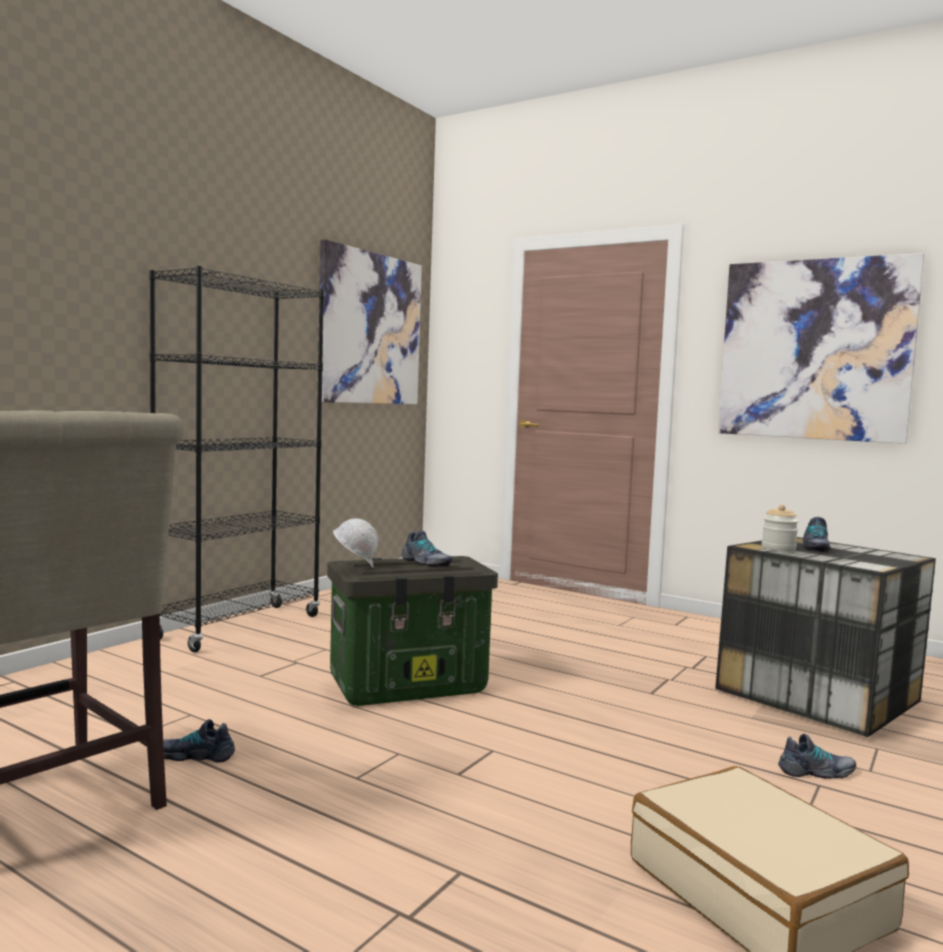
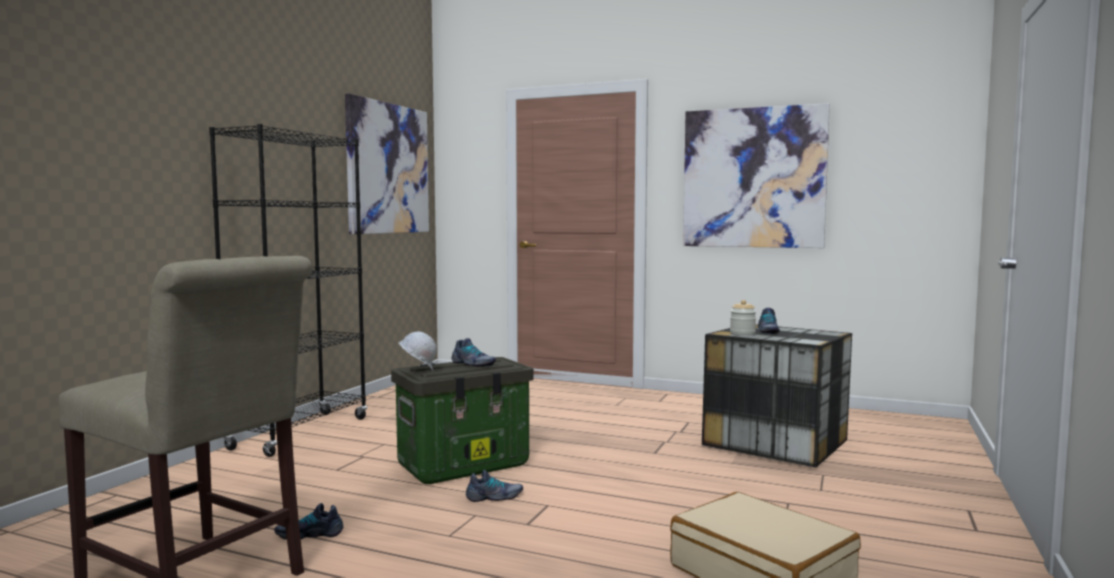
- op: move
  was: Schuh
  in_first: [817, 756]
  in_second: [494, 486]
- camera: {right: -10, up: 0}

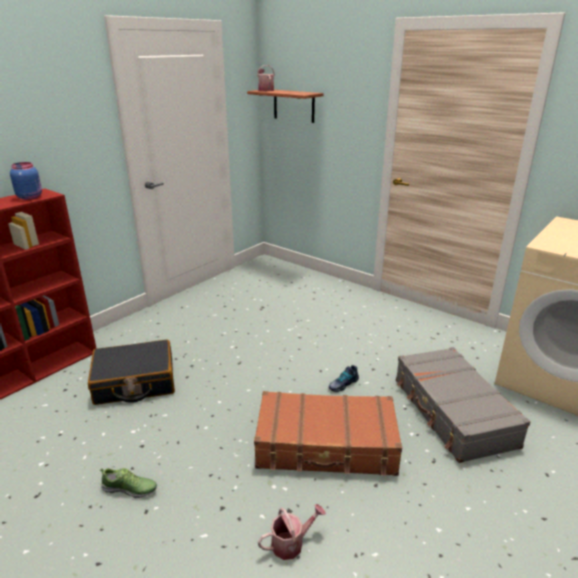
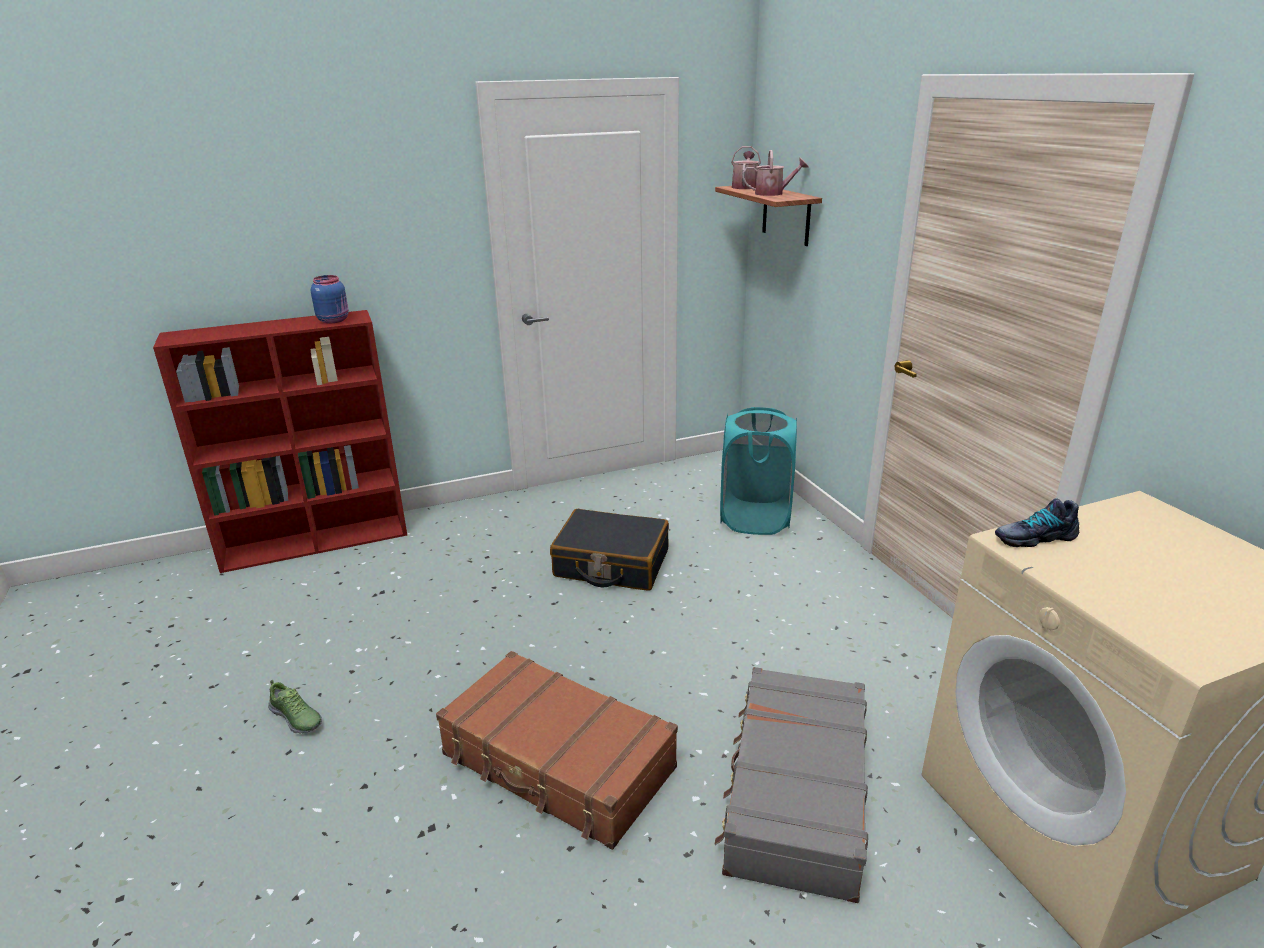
- op: move
  was: Koffer/schwarz
  in_first: [131, 372]
  in_second: [609, 550]
- op: move
  was: Schuh
  in_first: [344, 378]
  in_second: [1037, 522]
- op: move
  was: Gießkanne
  in_first: [292, 532]
  in_second: [775, 173]
- op: insert
  now: Wäschekorb/türkis
  in_second: [758, 471]
- camera: {right: 30, up: 0}

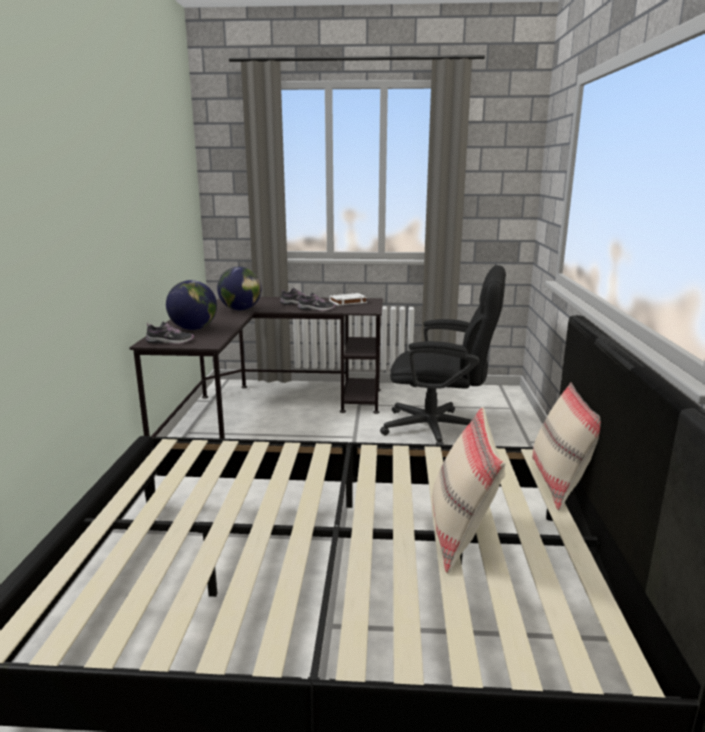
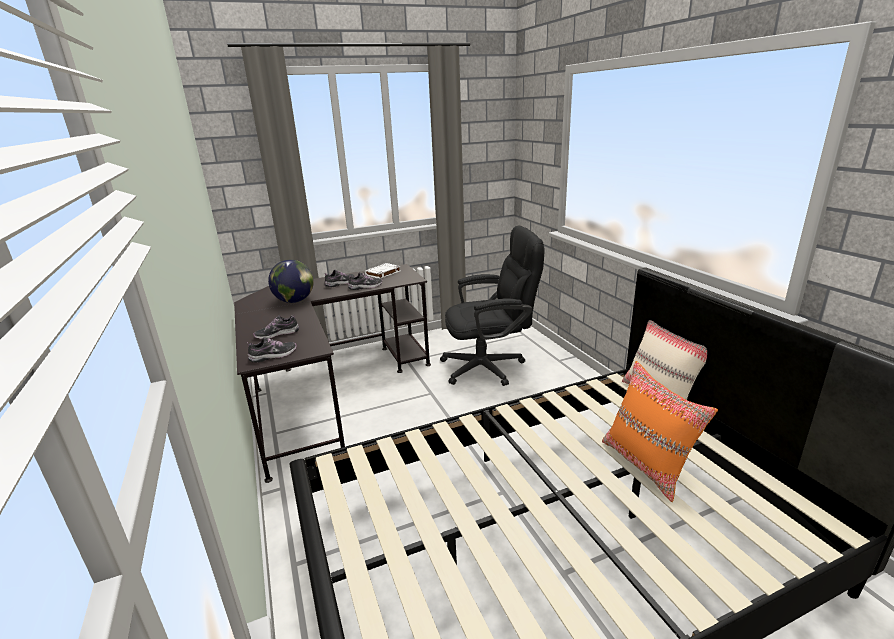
- op: replace
  was: Globus
  now: Schuh
  in_first: [191, 305]
  in_second: [276, 327]
- op: recolor
  was: Kissen/beige
  now: Kissen/orange
  in_first: [469, 490]
  in_second: [660, 431]
- camera: {right: -25, up: 5}

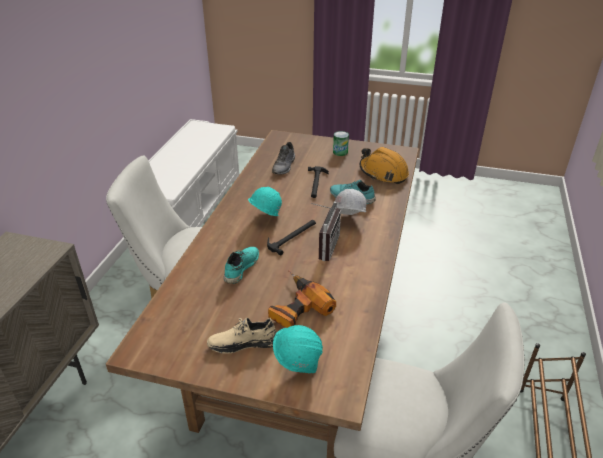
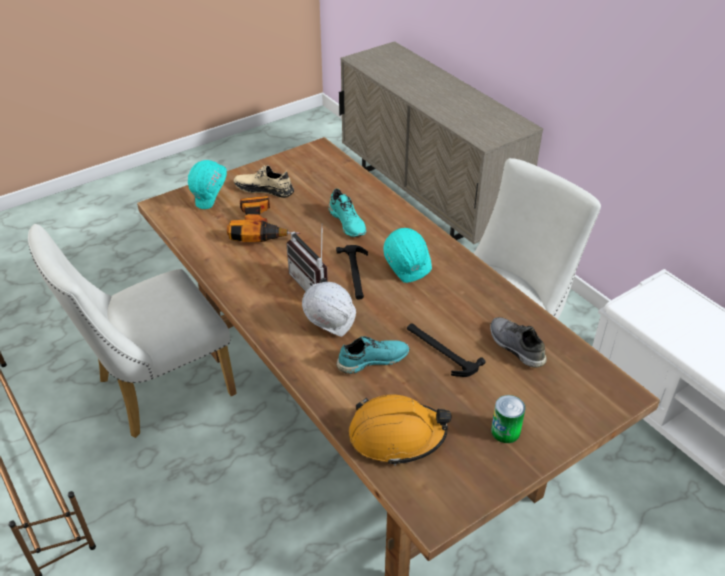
- op: rotate
  was: Schuh/beige
  in_first: [242, 335]
  in_second: [264, 181]
  clockwise: -105
- camera: {right: 130, up: 5}

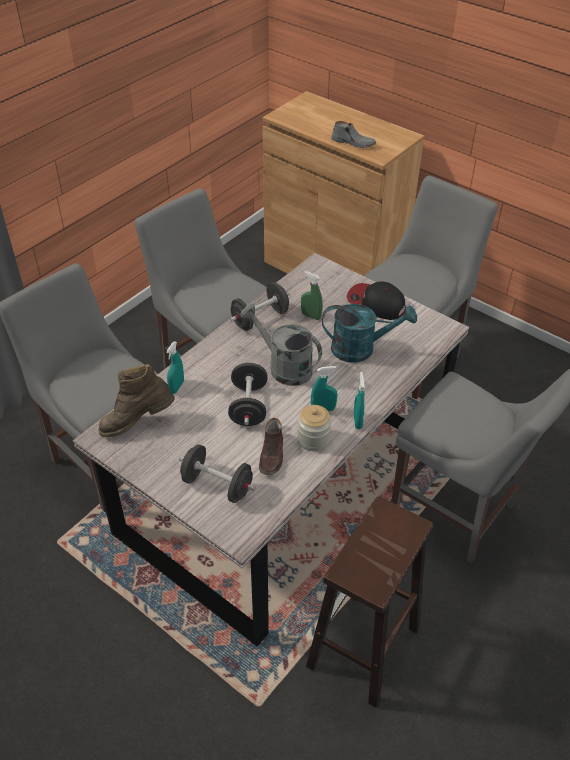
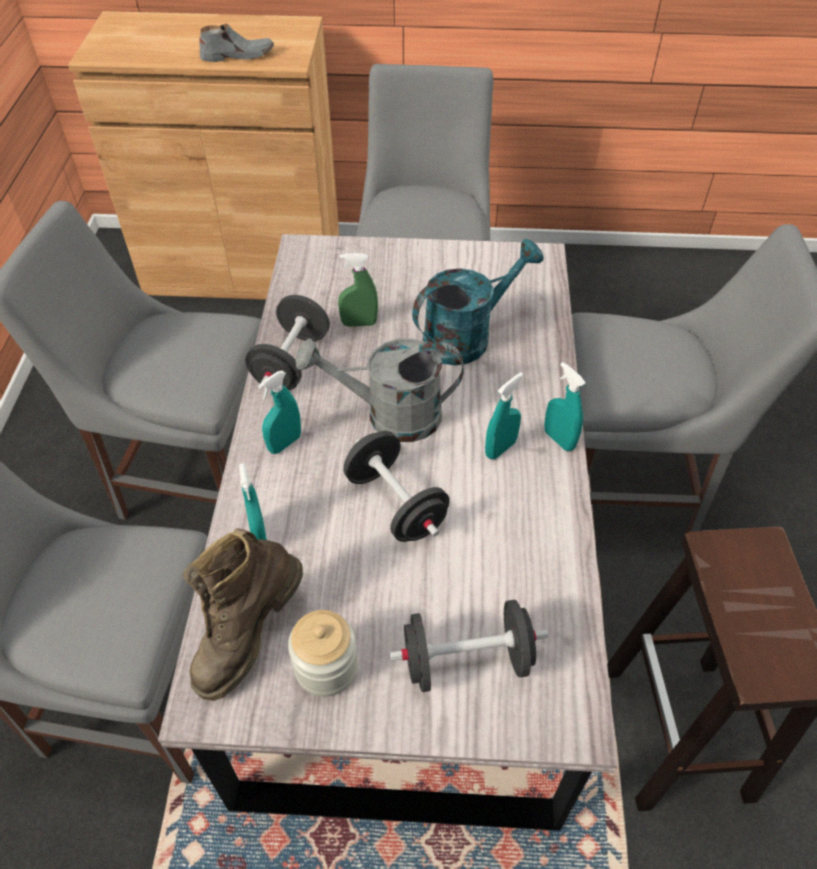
- op: delete
  was: Kappe
  in_first: [376, 300]
- op: move
  was: Vorratsglas
  in_first: [314, 428]
  in_second: [323, 653]
- op: delete
  was: Schuh/braun
  in_first: [271, 446]
- op: insert
  now: Sprühflasche/türkis
  in_second: [279, 412]
- camera: {right: -35, up: 5}

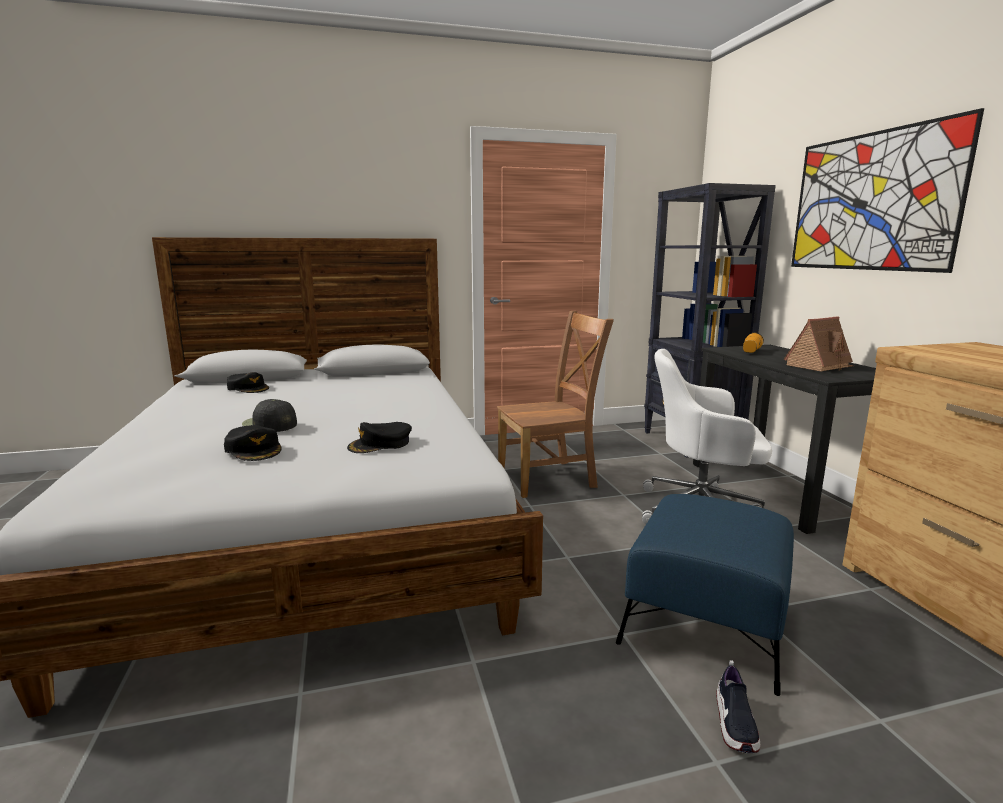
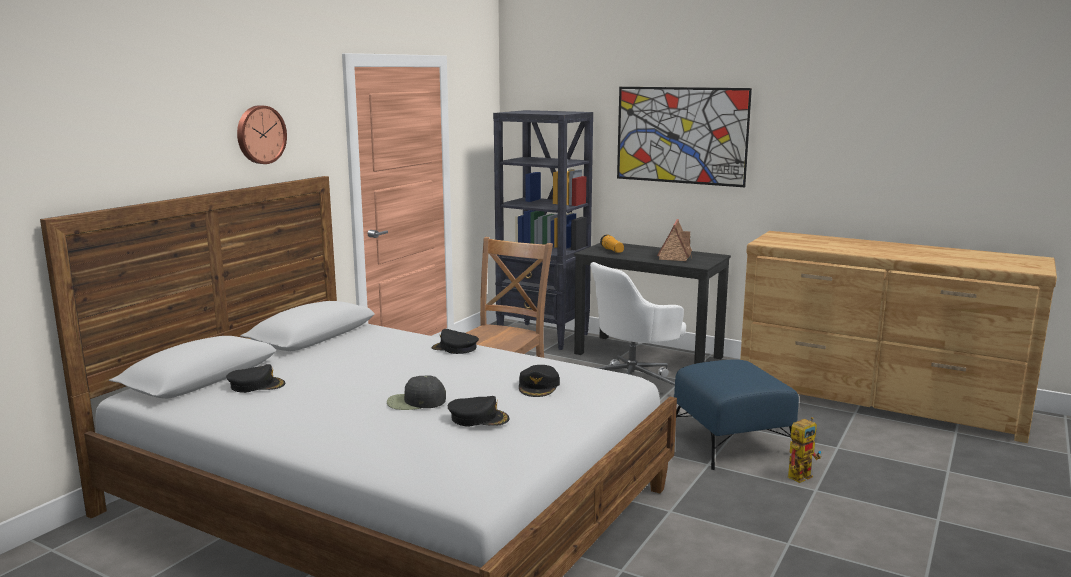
- op: replace
  was: Schuh
  now: Spielzeugroboter
  in_first: [738, 706]
  in_second: [804, 450]
- op: insert
  now: Wanduhr
  in_second: [262, 134]
- op: insert
  now: Kappe/schwarz
  in_second: [455, 341]
- camera: {right: -45, up: 0}

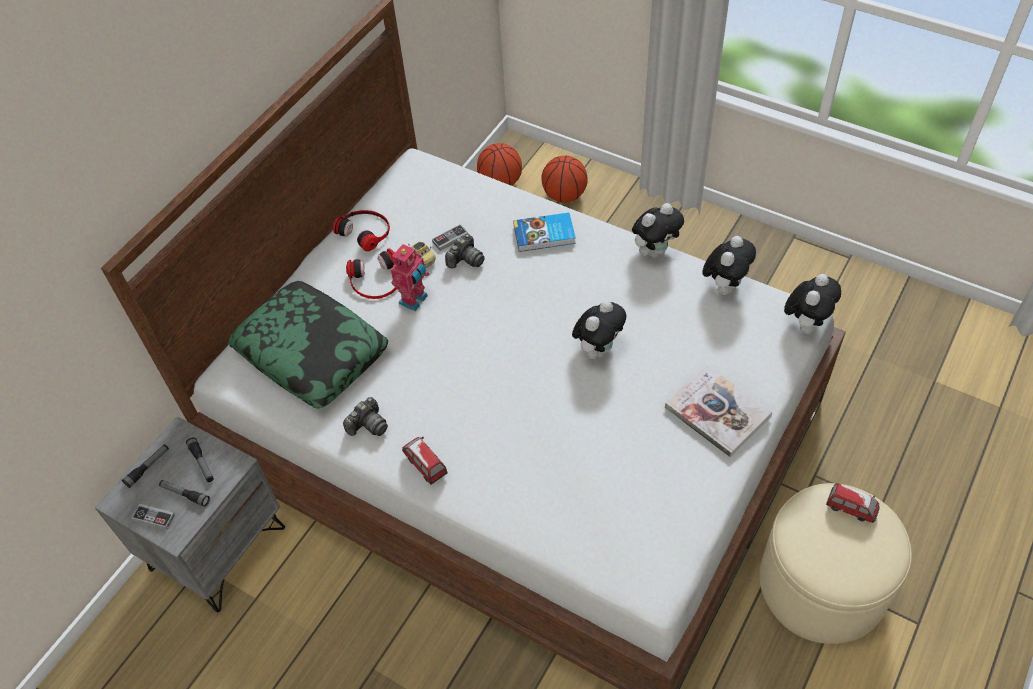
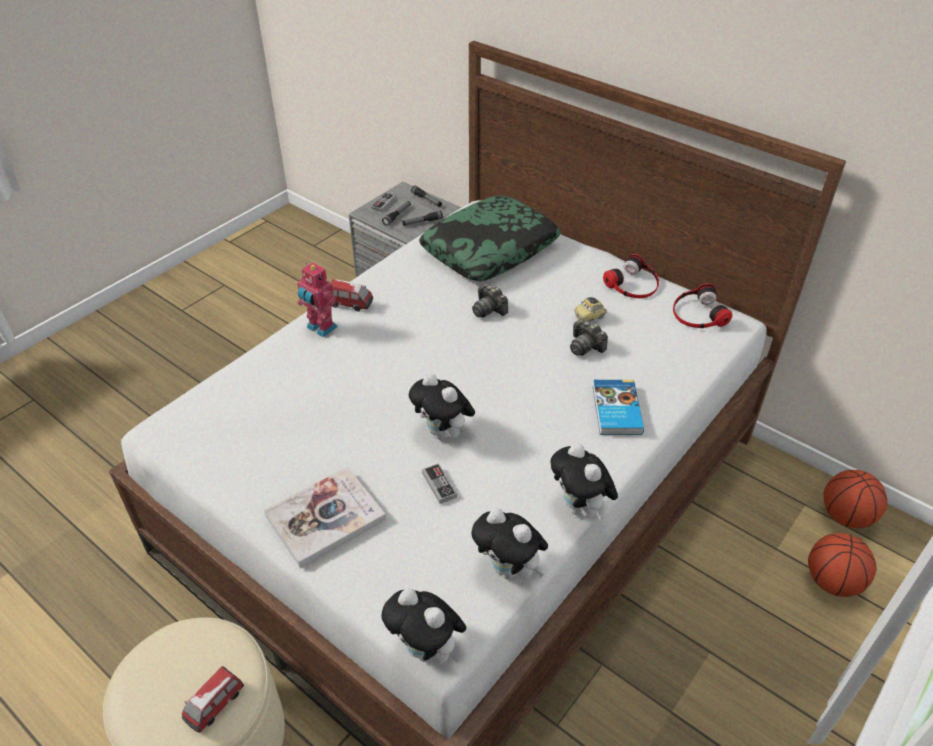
- op: move
  was: Gamepad
  in_first: [450, 237]
  in_second: [439, 483]
- op: move
  was: Spielzeugroboter
  in_first: [410, 277]
  in_second: [317, 299]
- op: move
  was: Kopfhörer
  in_first: [371, 273]
  in_second: [702, 305]
- op: move
  was: Kamera
  in_first: [365, 416]
  in_second: [490, 300]
- op: rotate
  was: Spielzeugauto
  in_first: [425, 461]
  in_second: [352, 295]
  clockwise: 45
- camera: {right: 95, up: -10}

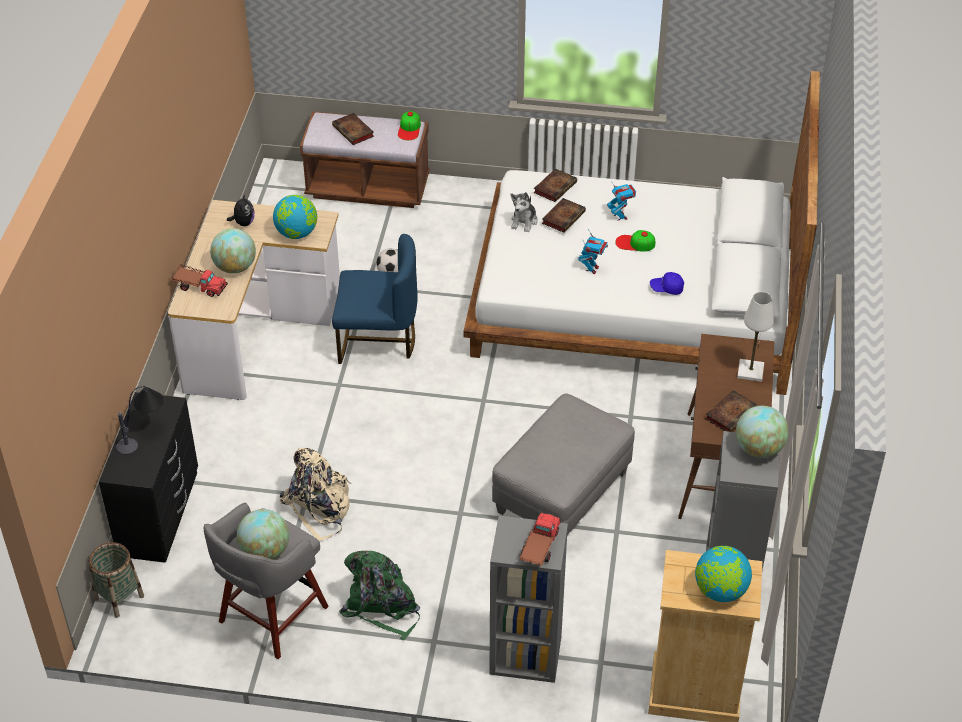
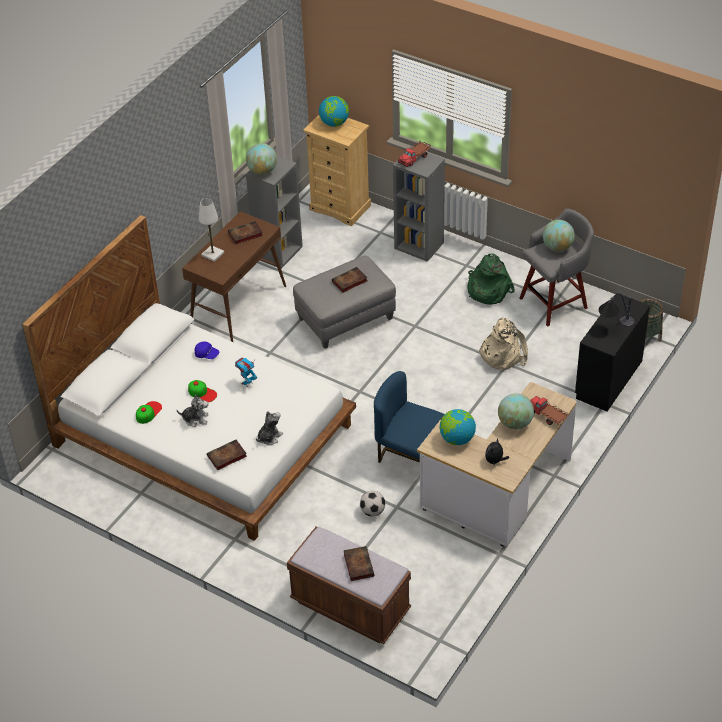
- op: move
  was: Kappe
  in_first: [409, 125]
  in_second: [149, 412]
- op: replace
  was: Spielzeugroboter
  now: Plüschtier
  in_first: [621, 201]
  in_second: [192, 410]
- op: move
  was: Buch
  in_first: [564, 215]
  in_second: [350, 280]
- camera: {right: -155, up: 0}

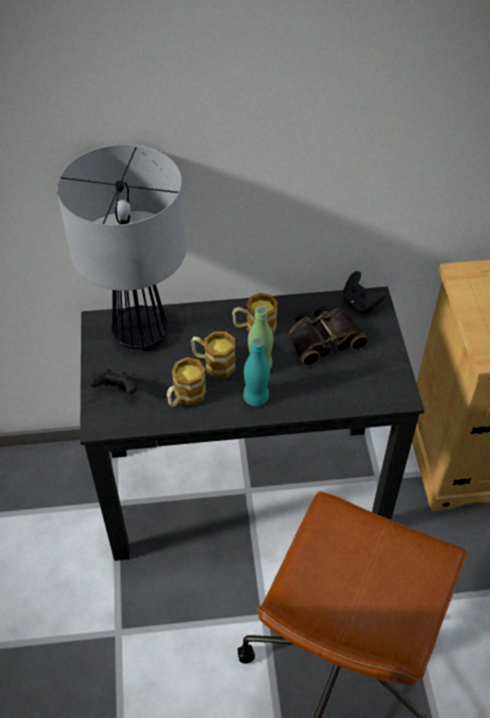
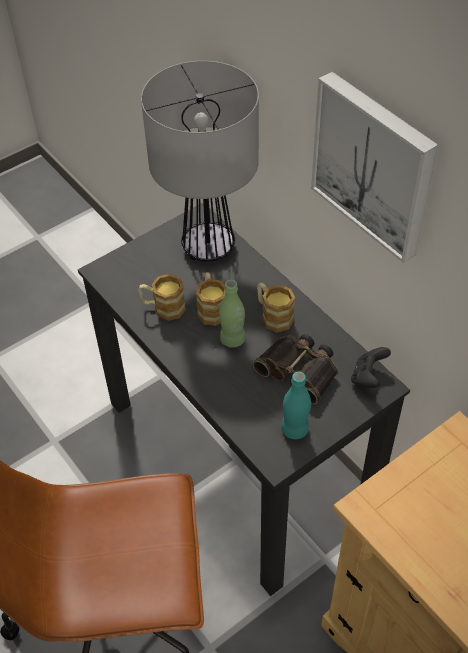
- op: move
  was: Flasche/türkis
  in_first: [256, 372]
  in_second: [296, 405]
- op: delete
  was: Gamepad/schwarz
  in_first: [113, 381]
- op: insert
  now: Bild
  in_second: [374, 167]
- camera: {right: 60, up: 0}

